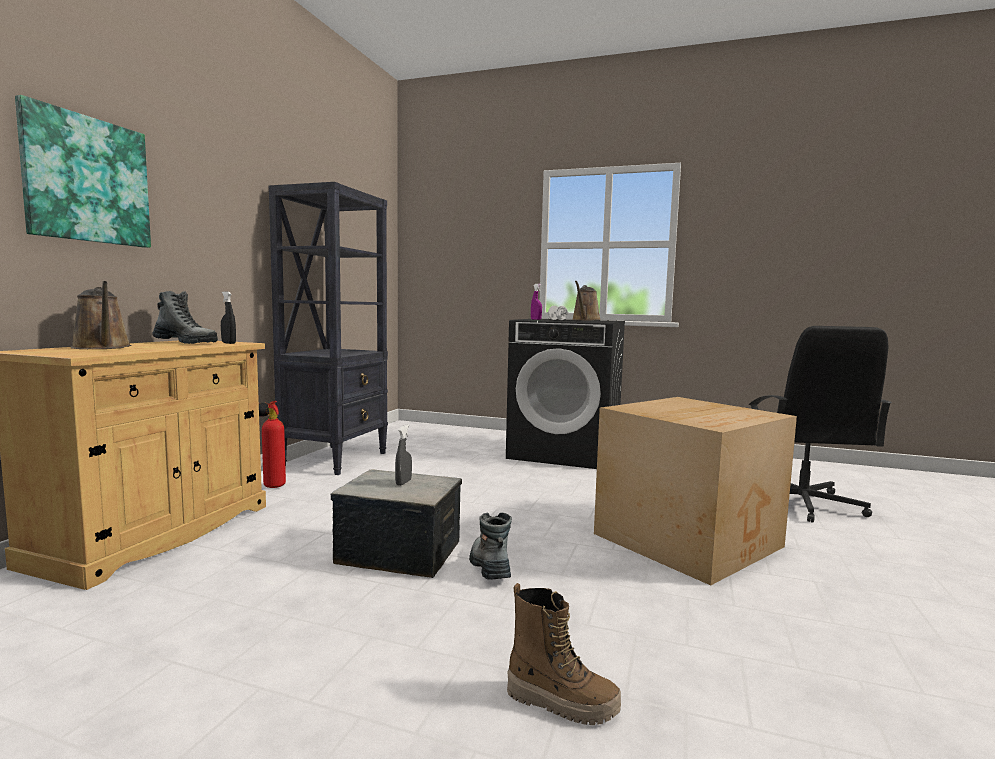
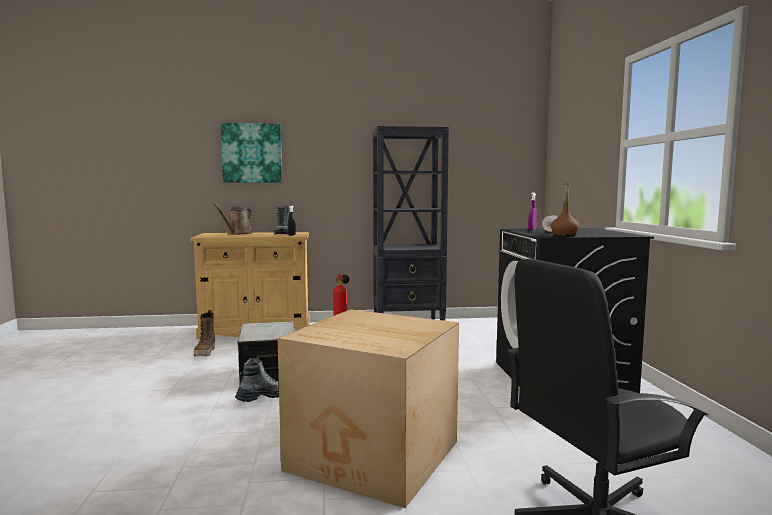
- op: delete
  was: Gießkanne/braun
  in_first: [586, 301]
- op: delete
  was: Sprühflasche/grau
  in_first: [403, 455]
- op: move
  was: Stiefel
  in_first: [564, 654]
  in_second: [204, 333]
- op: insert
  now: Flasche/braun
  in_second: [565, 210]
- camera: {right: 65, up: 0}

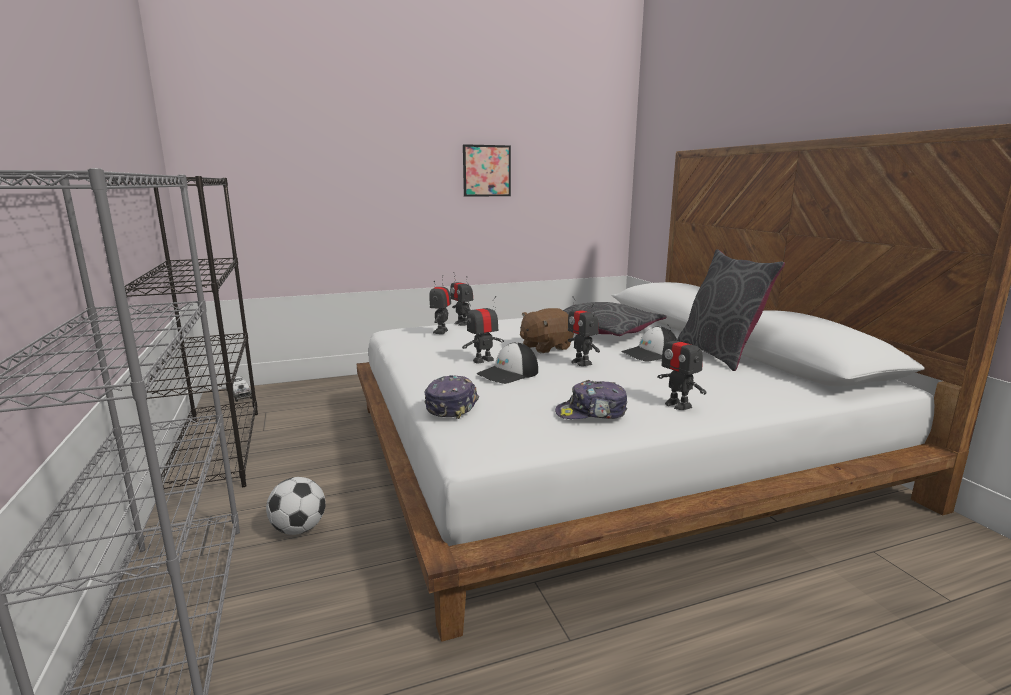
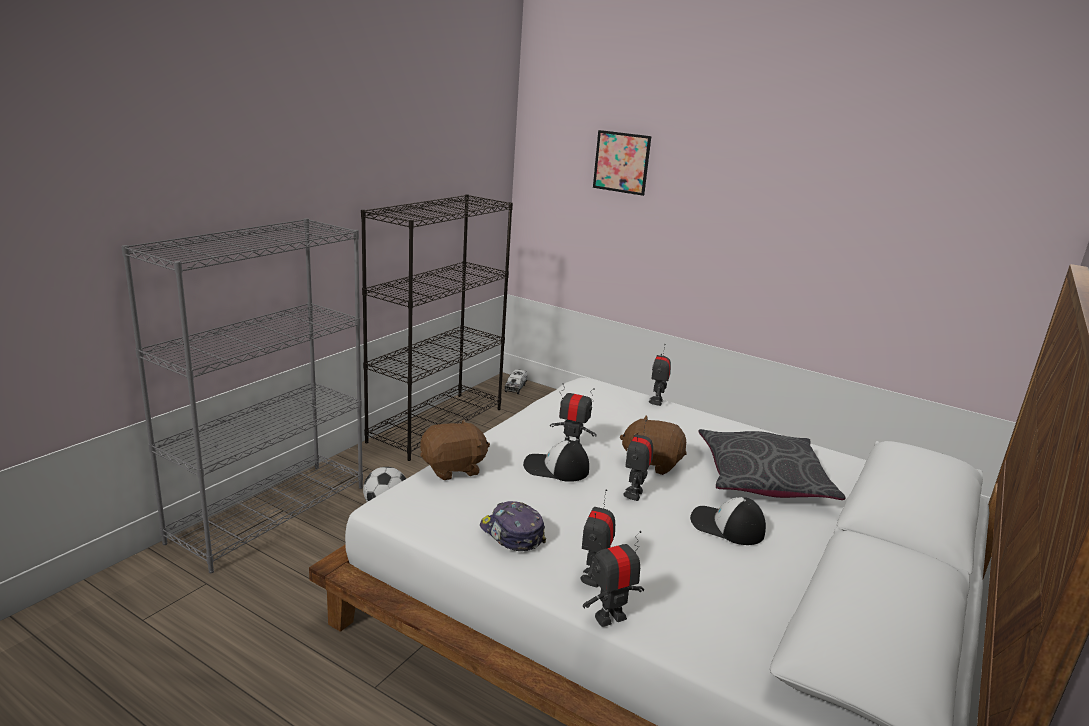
- op: move
  was: Bild
  in_first: [487, 170]
  in_second: [622, 163]
- op: delete
  was: Kissen/grau
  in_first: [731, 310]
- op: move
  was: Spielzeugroboter
  in_first: [440, 304]
  in_second: [613, 579]
- op: replace
  was: Kappe
  now: Plüschtier/braun
  in_first: [452, 397]
  in_second: [455, 449]
- camera: {right: 50, up: 5}

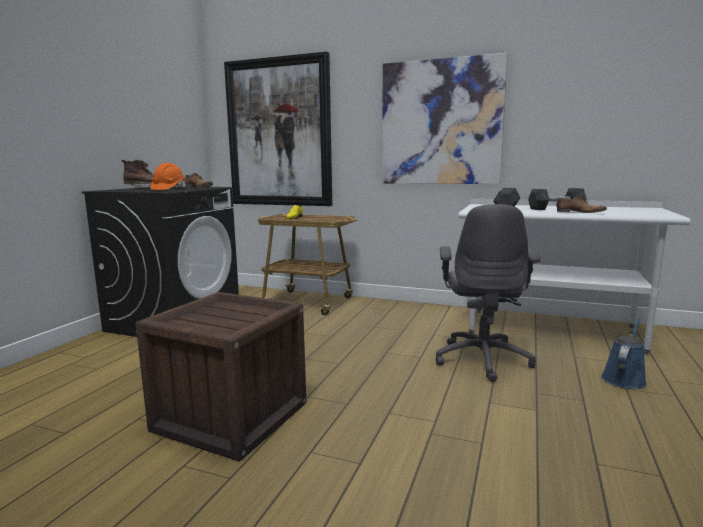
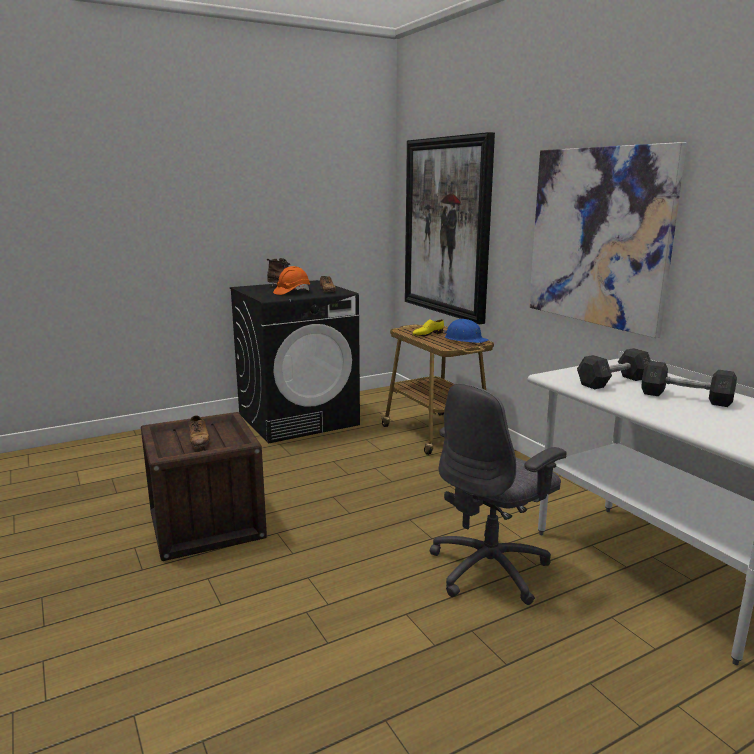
- op: move
  was: Schuh
  in_first: [582, 204]
  in_second: [199, 431]
- op: delete
  was: Gießkanne/blau
  in_first: [624, 353]
- op: insert
  now: Schutzhelm/blau
  in_second: [466, 331]
- camera: {right: 40, up: 5}

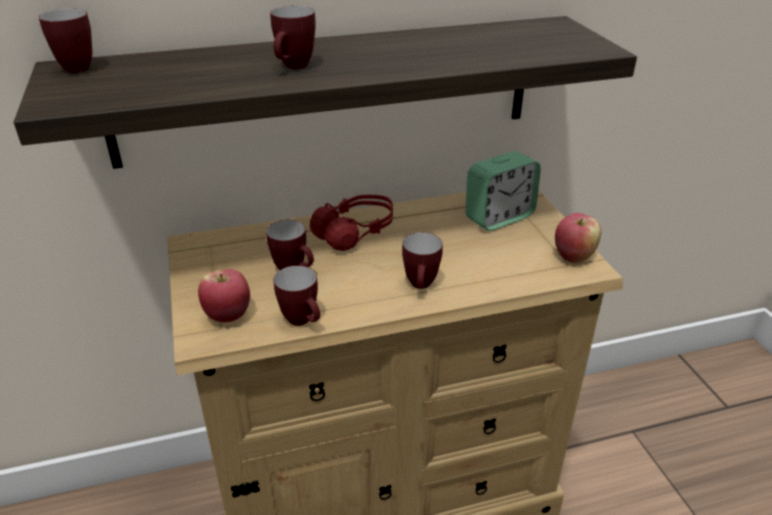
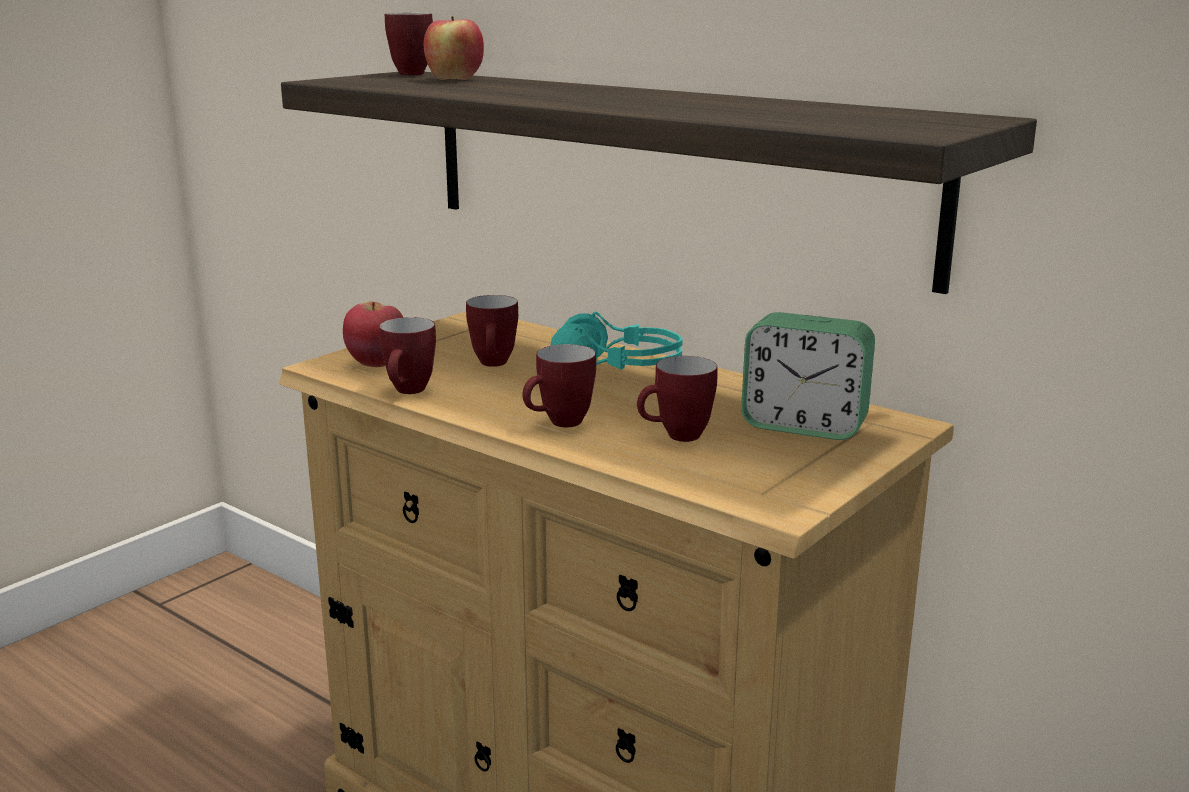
- op: move
  was: Henkelbecher
  in_first: [293, 37]
  in_second: [677, 399]
- op: recolor
  was: Kopfhörer/rot
  now: Kopfhörer/türkis
  in_first: [351, 223]
  in_second: [616, 340]
- op: move
  was: Apfel
  in_first: [578, 238]
  in_second: [454, 48]
- camera: {right: 55, up: -15}

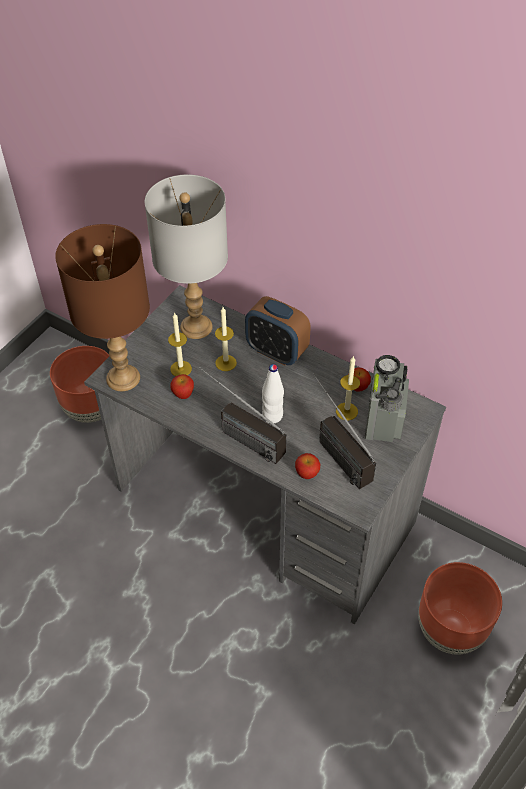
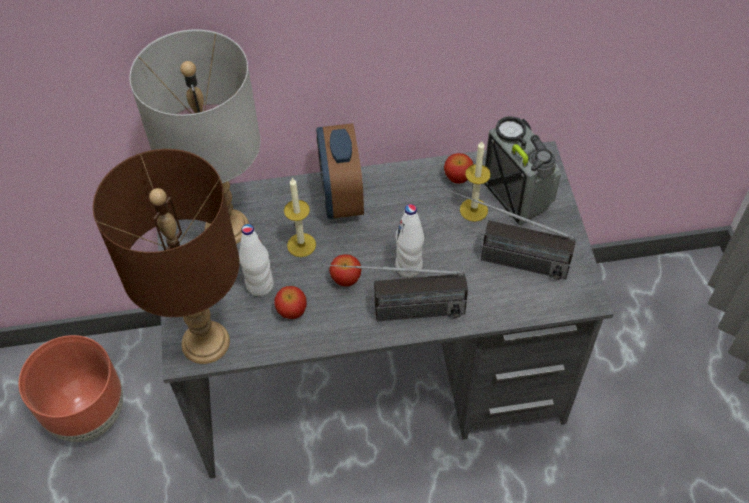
- op: rotate
  was: Wecker
  in_first: [278, 330]
  in_second: [340, 171]
  clockwise: 90
- op: replace
  was: Kerze
  now: Flasche/weiß
  in_first: [180, 344]
  in_second: [256, 260]
- op: move
  was: Apfel
  in_first: [307, 466]
  in_second: [345, 270]
- op: delete
  was: Pflanzkübel/braun
  in_first: [460, 608]
- camera: {right: -40, up: 5}

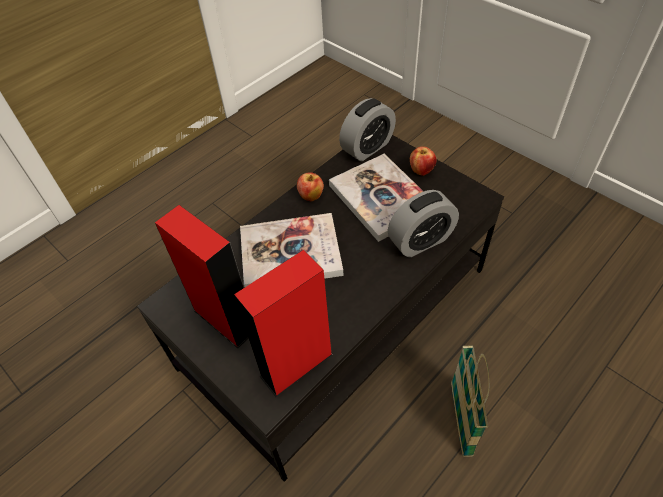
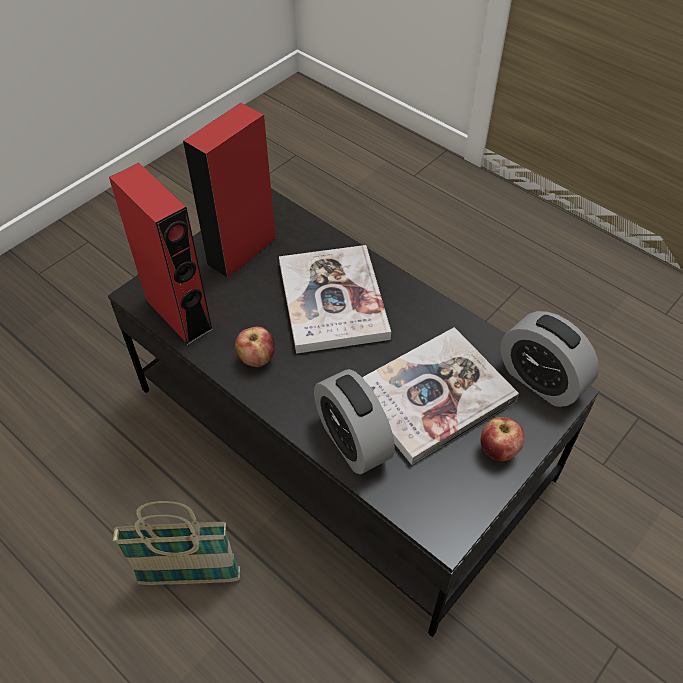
- op: move
  was: Apfel
  in_first: [310, 186]
  in_second: [255, 347]
- camera: {right: 85, up: 0}

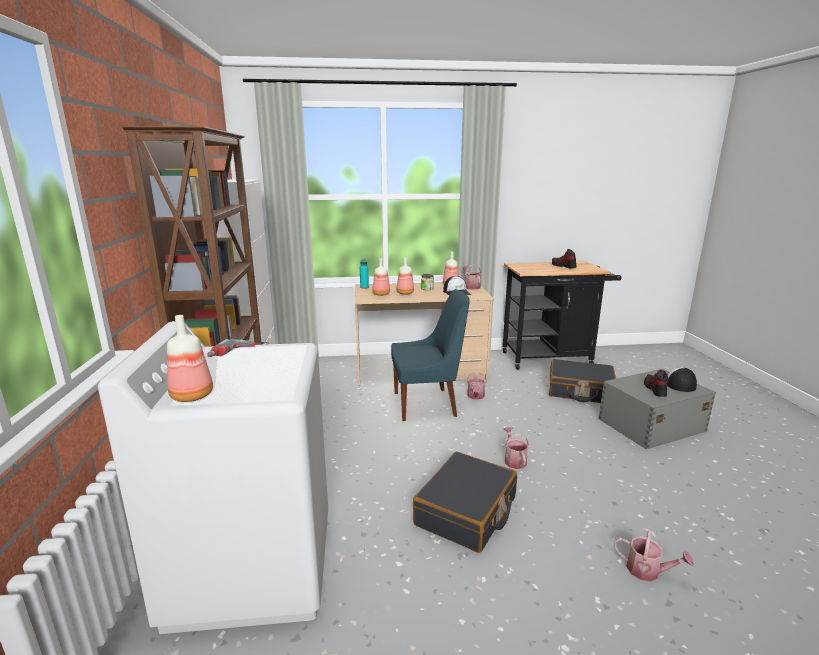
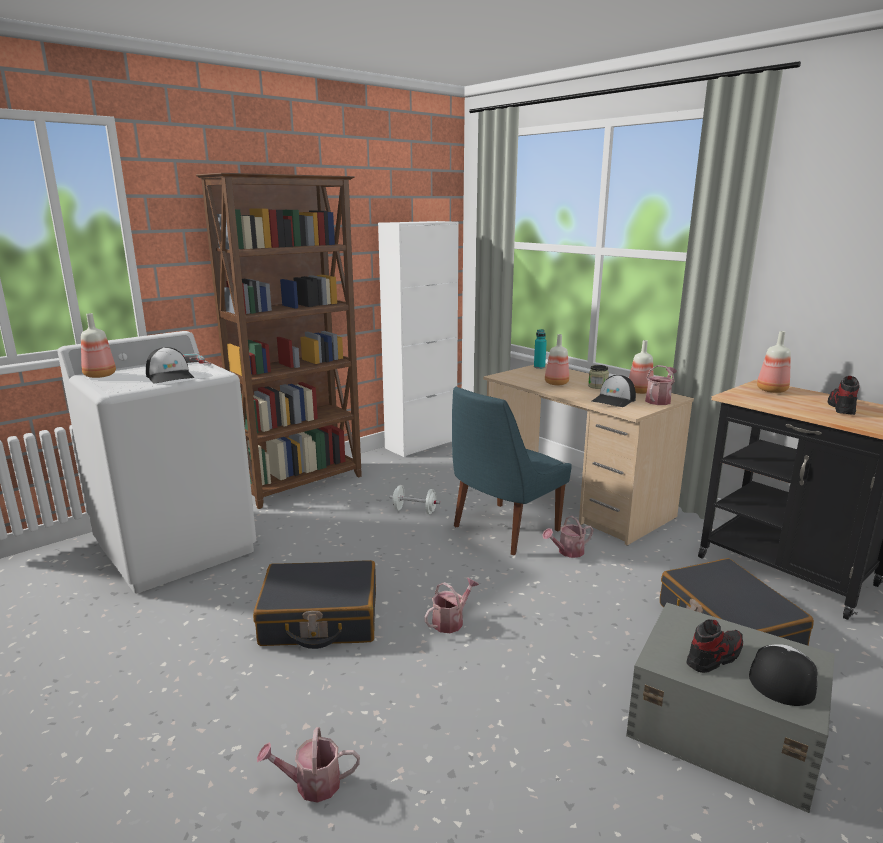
- op: move
  was: Flasche
  in_first: [381, 277]
  in_second: [774, 362]
- op: rotate
  was: Stuhl/blau
  in_first: [430, 355]
  in_second: [512, 471]
  clockwise: 90
- op: rotate
  was: Gießkanne
  in_first: [654, 555]
  in_second: [308, 765]
  clockwise: 90
- op: insert
  now: Kappe
  in_second: [170, 365]
- op: insert
  now: Hantel/weiß
  in_second: [414, 499]
- camera: {right: 55, up: 0}

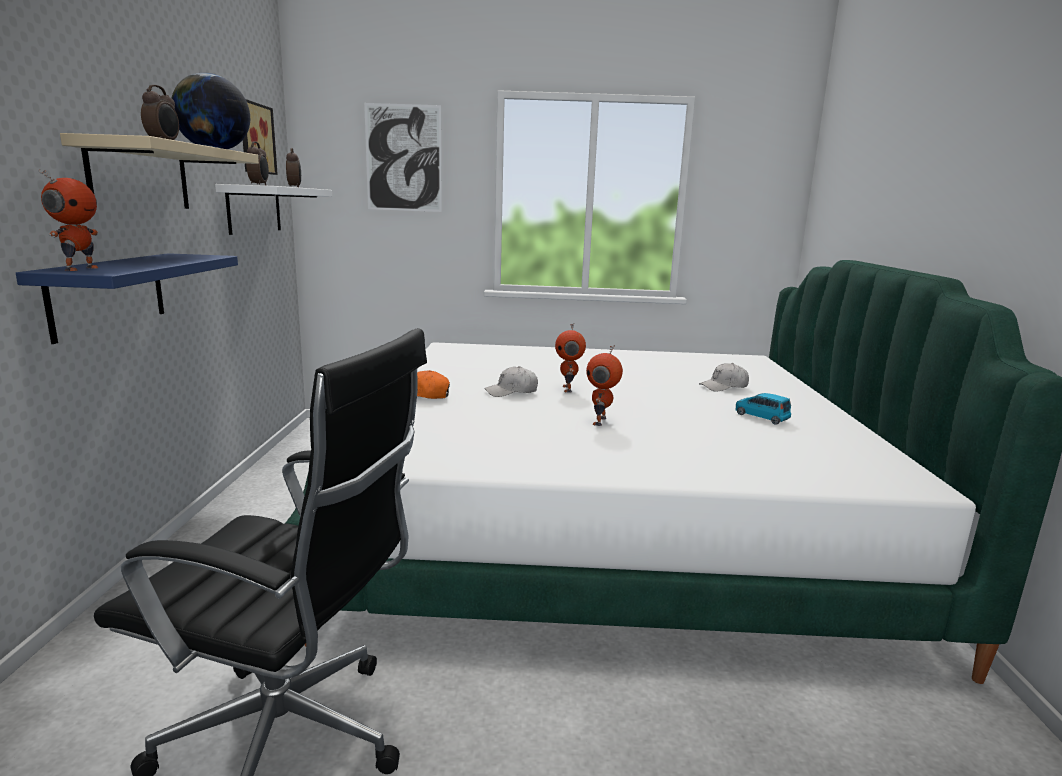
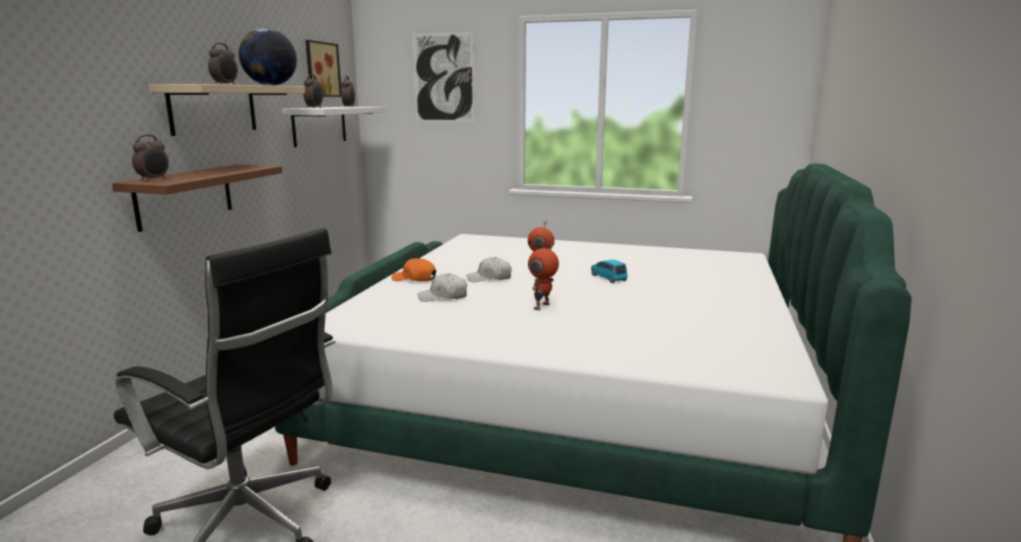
- op: replace
  was: Spielzeugroboter
  now: Wecker
  in_first: [68, 220]
  in_second: [150, 158]
- op: recolor
  was: Wandregal/blau
  now: Wandregal/braun
  in_first: [127, 298]
  in_second: [197, 198]
- op: move
  was: Kappe/weiß
  in_first: [724, 377]
  in_second: [442, 287]
- op: move
  was: Spielzeugauto/blau
  in_first: [763, 409]
  in_second: [609, 271]
- camera: {right: 15, up: 0}

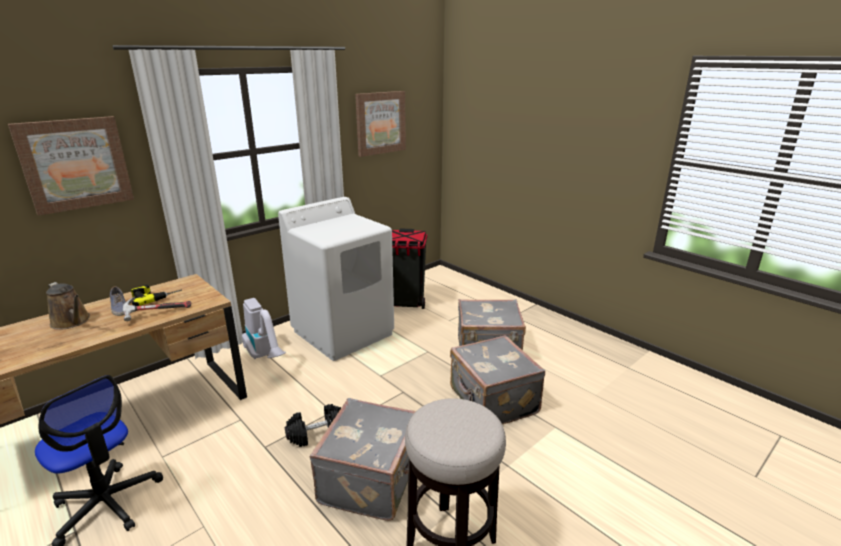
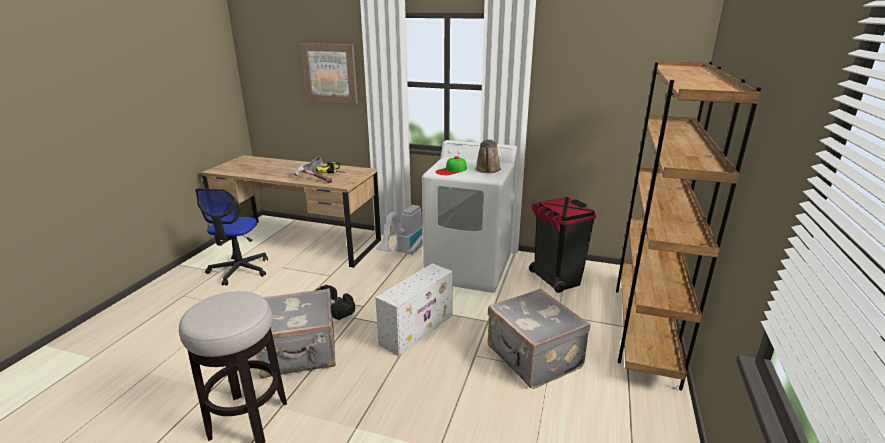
- op: delete
  was: Bild
  in_first: [380, 124]
- op: move
  was: Gießkanne/braun
  in_first: [68, 306]
  in_second: [488, 156]
- op: delete
  was: Koffer/grau
  in_first: [497, 379]
- op: insert
  now: Bücherregal/braun
  in_second: [688, 226]
- op: insert
  now: Kappe
  in_second: [451, 165]
- op: insert
  now: Aufbewahrungsbox/weiß
  in_second: [414, 309]
- camera: {right: 60, up: 0}

